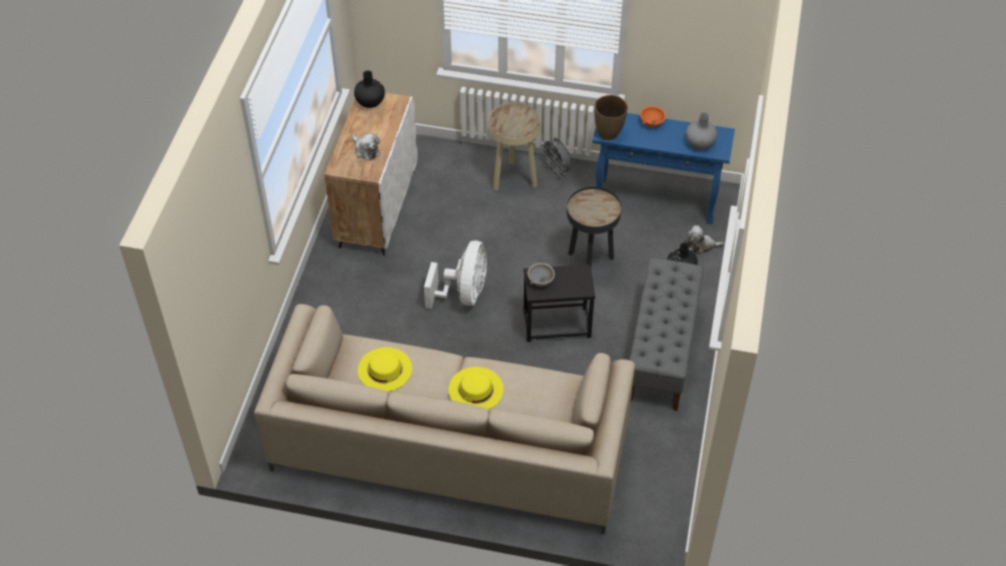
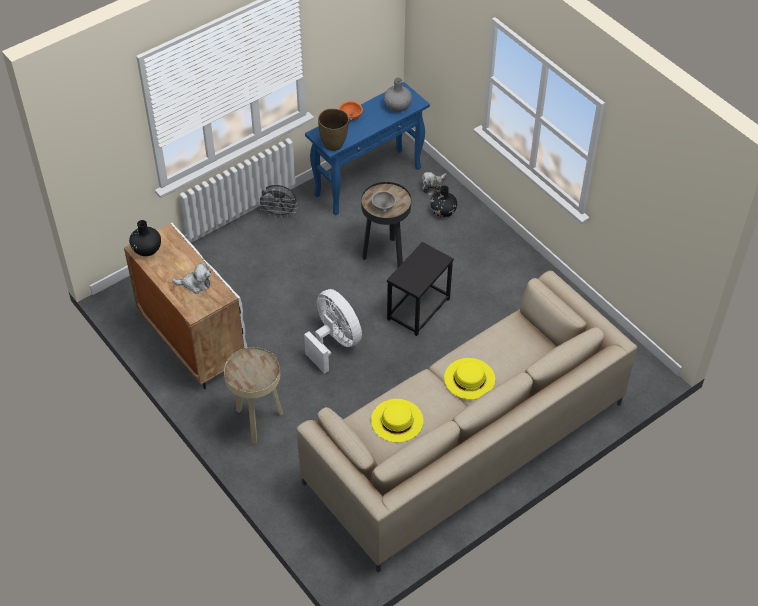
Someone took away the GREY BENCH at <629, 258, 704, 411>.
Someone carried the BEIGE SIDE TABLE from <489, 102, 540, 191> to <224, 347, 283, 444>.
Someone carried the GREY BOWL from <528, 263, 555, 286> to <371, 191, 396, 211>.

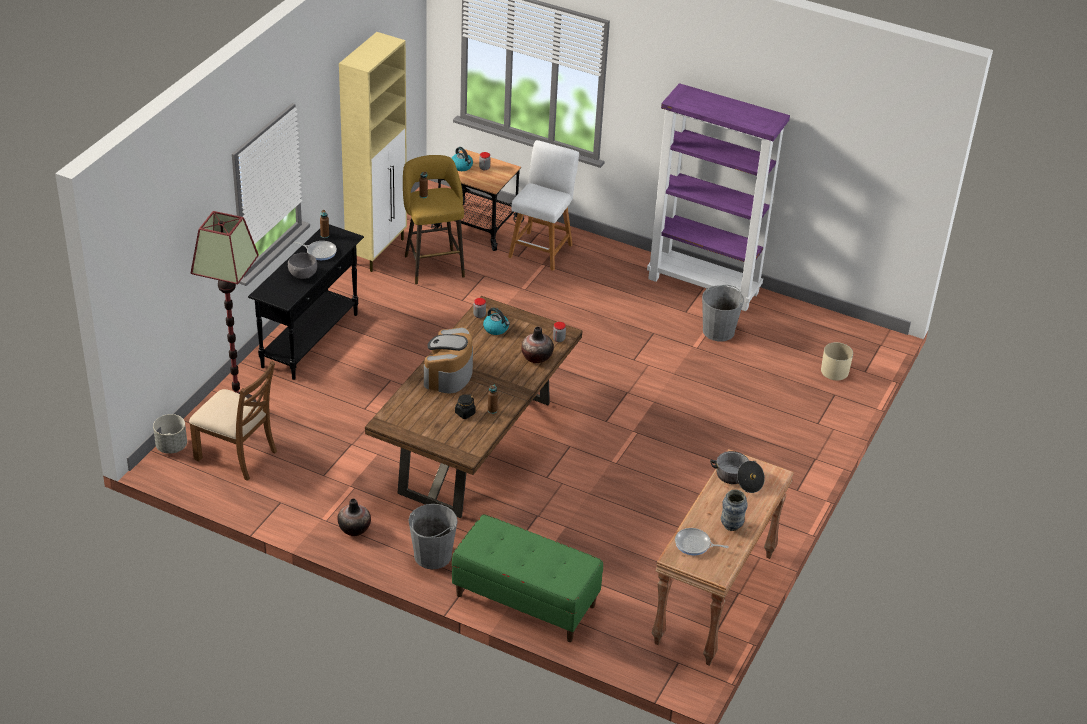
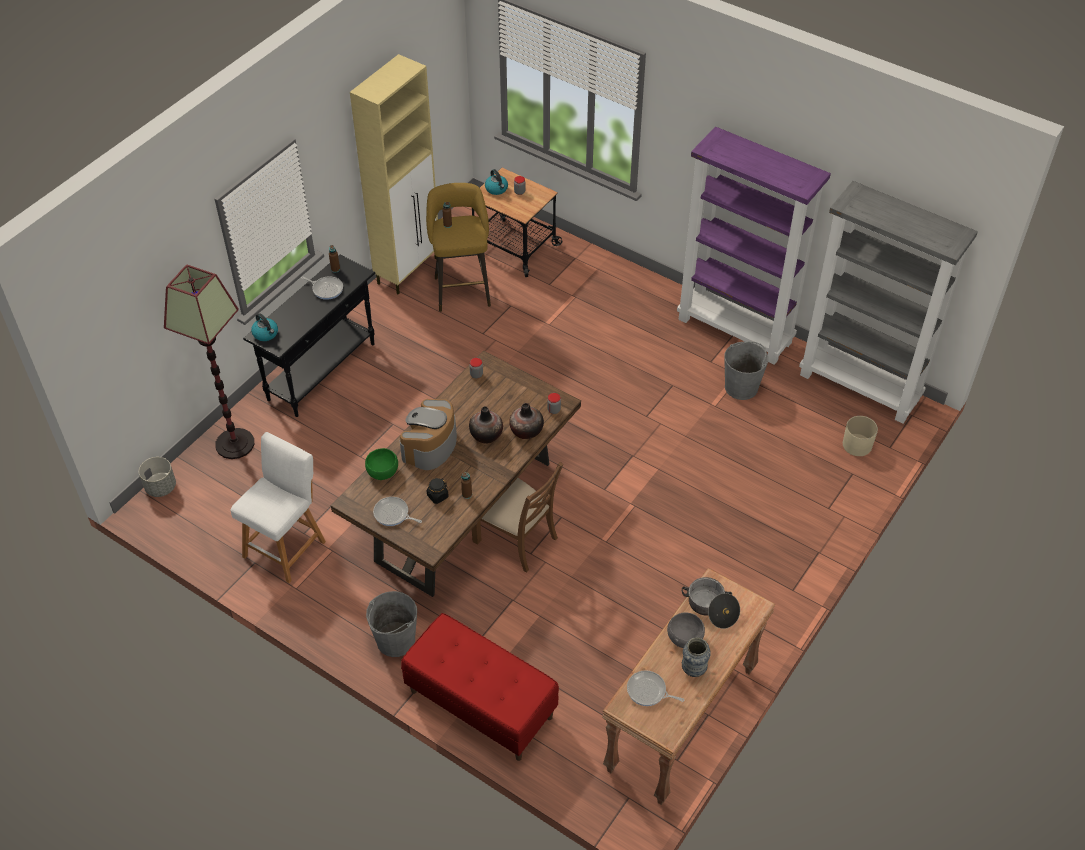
Someone put down the GREEN BOWL at <365, 448, 398, 480>.
Someone put down the FRYING PAN at <373, 497, 422, 526>.
Someone put down the GREY BOOKCASE at <799, 181, 978, 424>.
Someone carried the BROWN CHAIR from <189, 361, 277, 481> to <472, 462, 563, 572>.
Someone carried the GREY BOWL from <288, 253, 317, 279> to <667, 612, 705, 648>.
Someone carried the VASE from <338, 499, 371, 536> to <469, 406, 503, 444>.
Someone carried the KETTLE from <483, 308, 510, 335> to <251, 313, 278, 341>.
Someone carried the WHITE STOOL from <508, 140, 579, 271> to <231, 432, 326, 583>.
Someone repainted the GREEN BENCH at <452, 514, 603, 642>, which became the RED BENCH at <401, 613, 559, 761>.

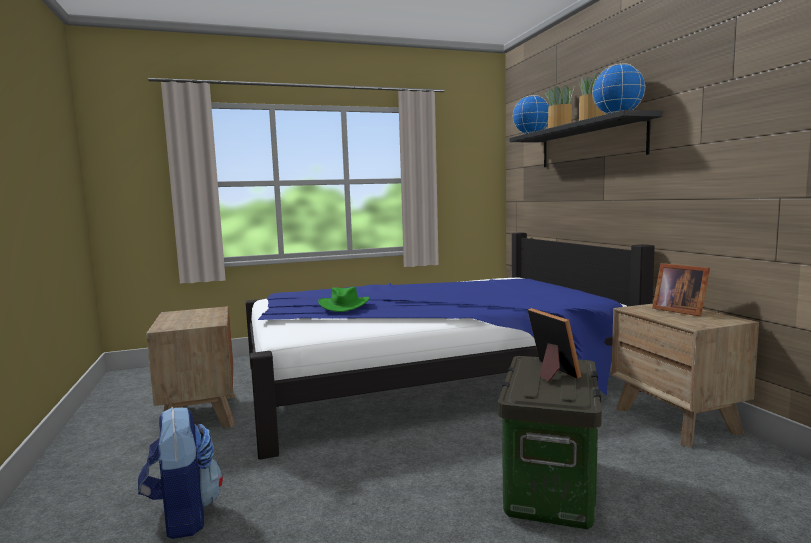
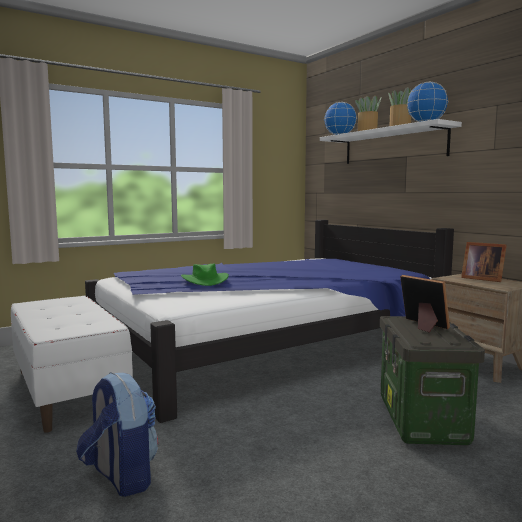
Someone swapped the BROWN NIGHTSTAND at <146, 306, 236, 437> for the WHITE BENCH at <11, 296, 133, 433>.
Someone repainted the BLACK SHELF at <509, 110, 662, 167>, which became the WHITE SHELF at <320, 119, 462, 164>.

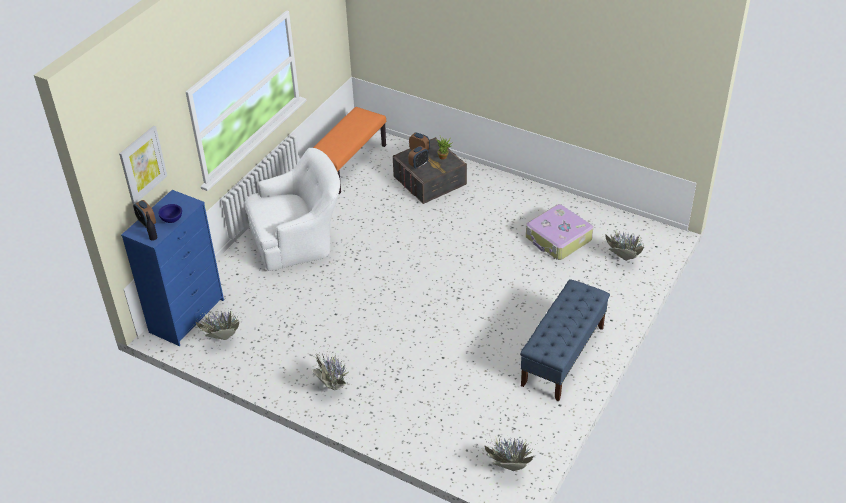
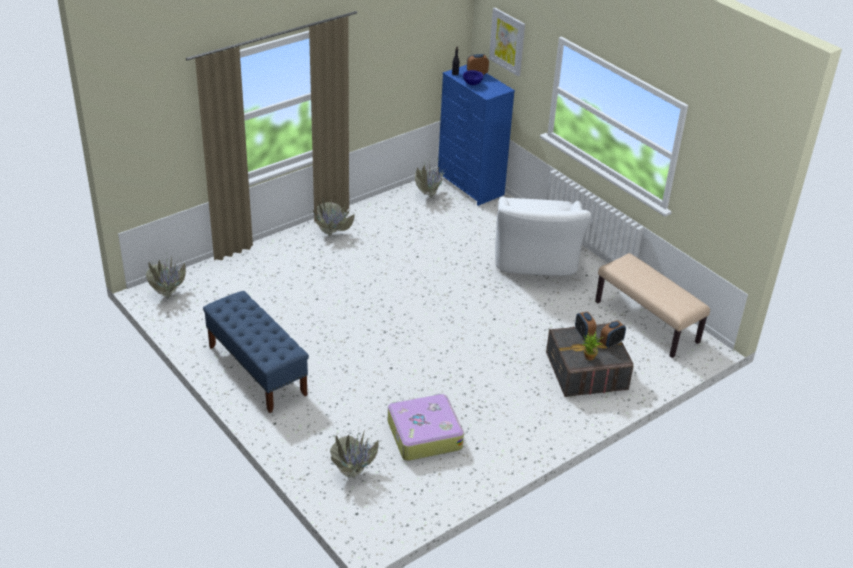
Someone repainted the ORANGE BENCH at <313, 107, 386, 194>, which became the BEIGE BENCH at <595, 253, 710, 358>.

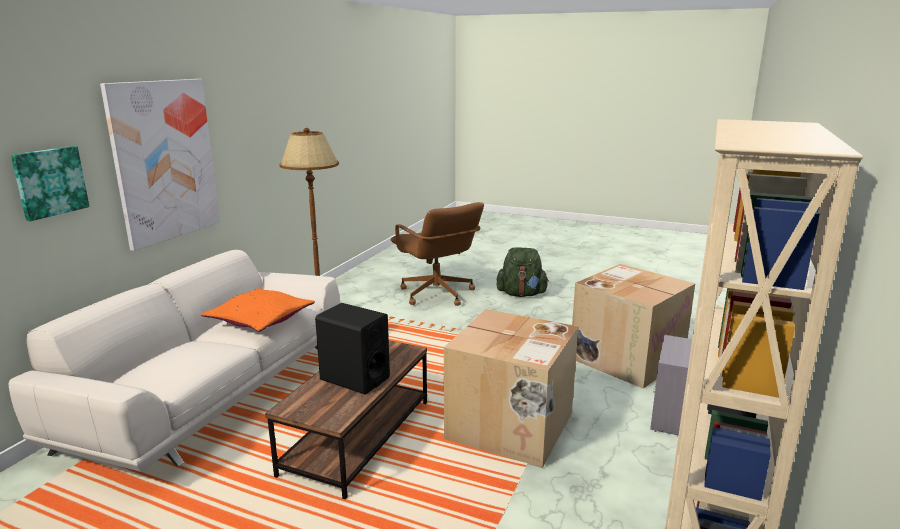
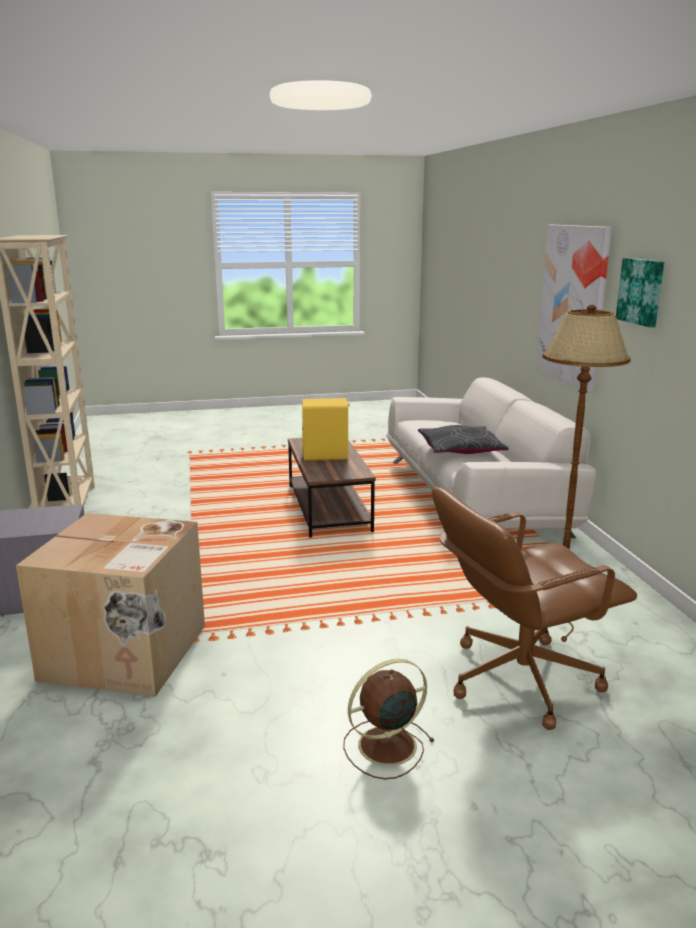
Someone took away the CARDBOARD BOX at <444, 309, 578, 468>.
Someone carried the PICTURE from <11, 146, 90, 221> to <616, 258, 664, 327>.
Someone swapped the GREEN BACKPACK at <496, 247, 549, 297> for the BROWN FAN at <343, 659, 435, 779>.
Someone repainted the ORANGE PILLOW at <201, 288, 315, 332>, which became the GREY PILLOW at <418, 425, 509, 454>.
Someone repainted the BLACK SPEAKER at <315, 303, 390, 395>, which became the YELLOW SPEAKER at <302, 398, 350, 461>.
Someone rotated the BROWN OFFICE CHAIR at <390, 202, 484, 306> by 45 degrees counterclockwise.

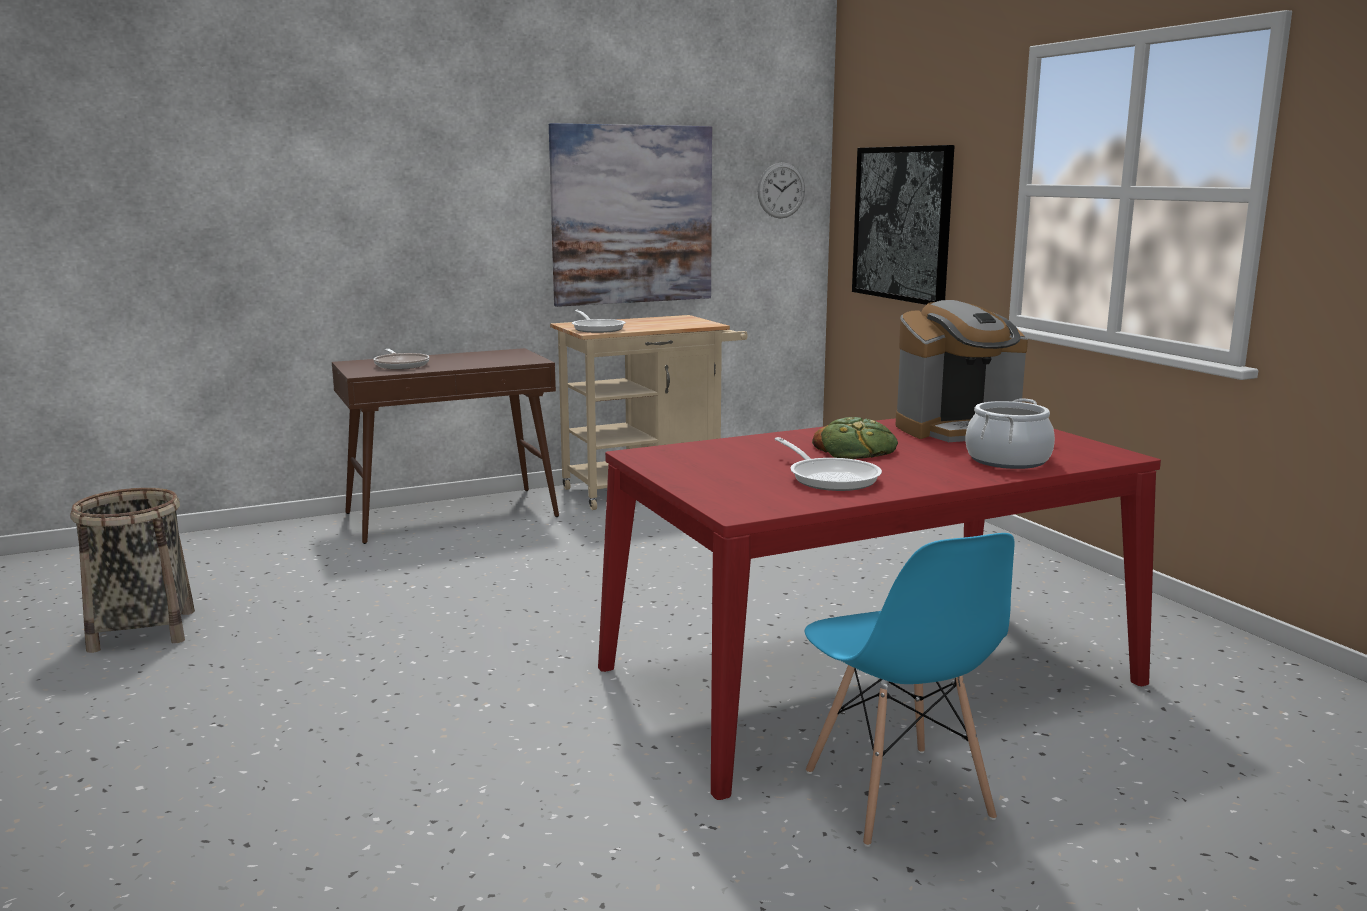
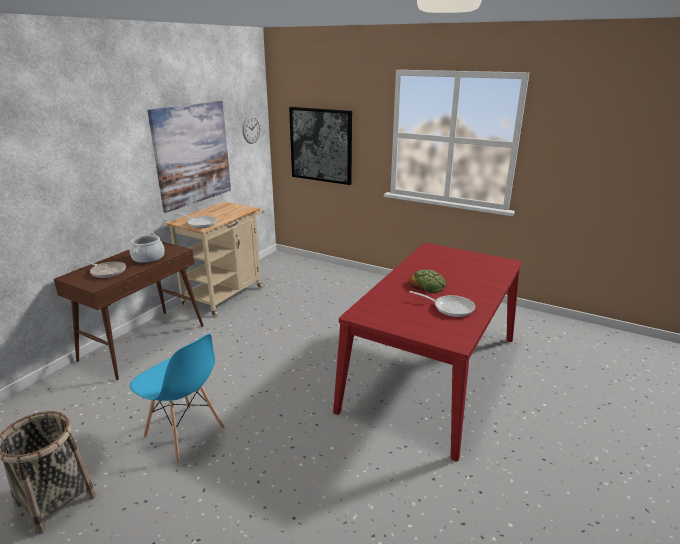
Someone took away the COFFEE MACHINE at <896, 300, 1028, 442>.
Someone carried the BLUE CHAIR from <805, 533, 1015, 847> to <130, 334, 225, 463>.
Someone carried the COOKING POT from <965, 398, 1055, 469> to <130, 233, 165, 263>.

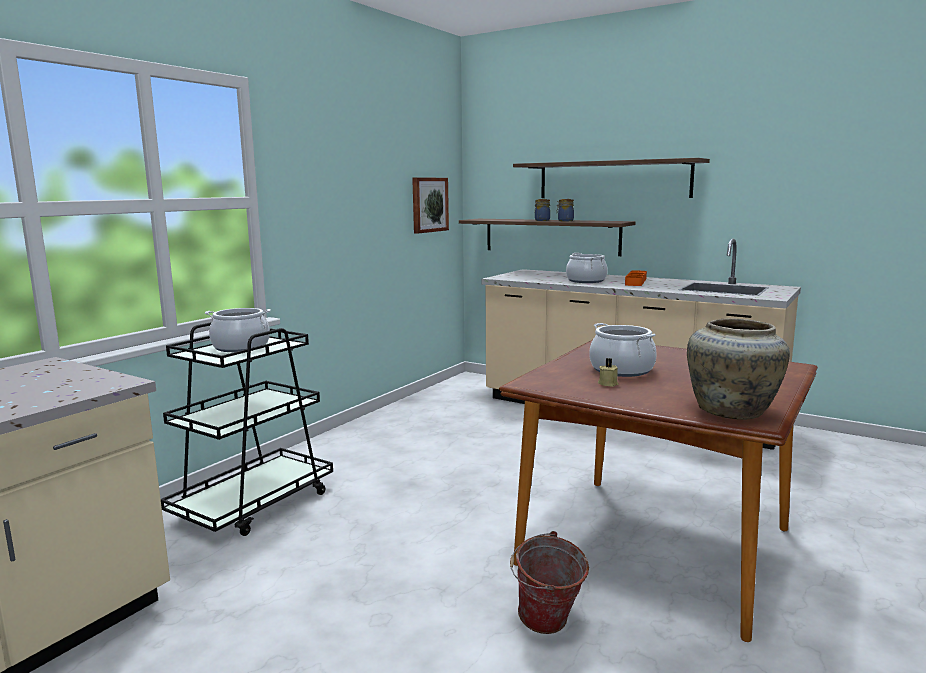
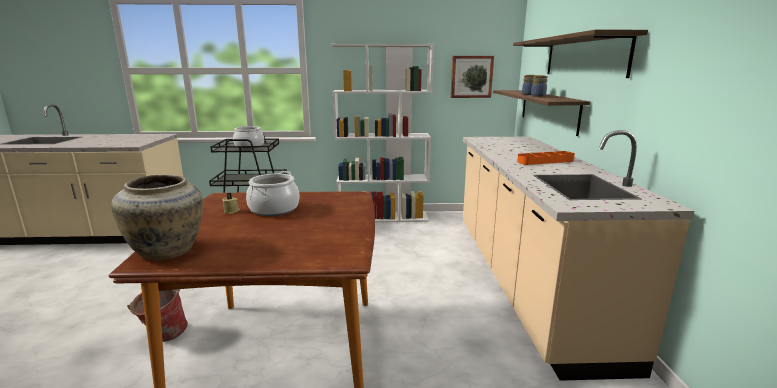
Someone took away the COOKING POT at <566, 253, 608, 283>.
Someone put down the WHITE BOOKCASE at <331, 44, 434, 222>.

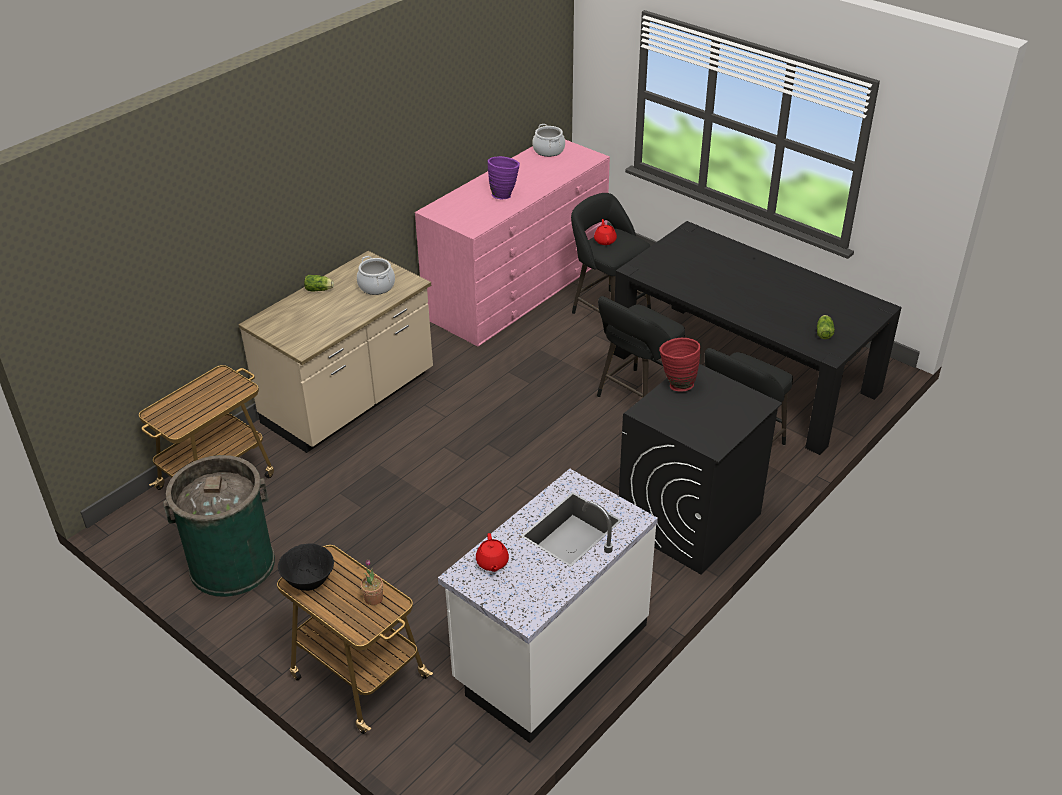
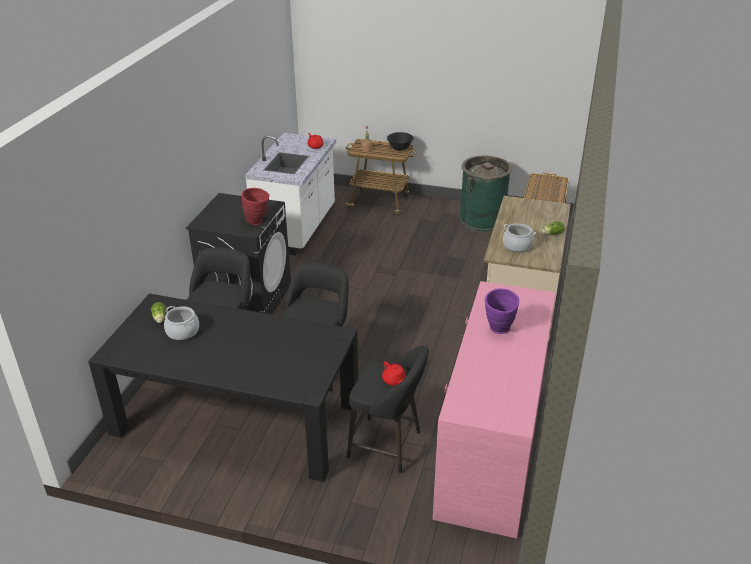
Someone carried the COOKING POT from <532, 124, 565, 157> to <164, 306, 199, 340>.

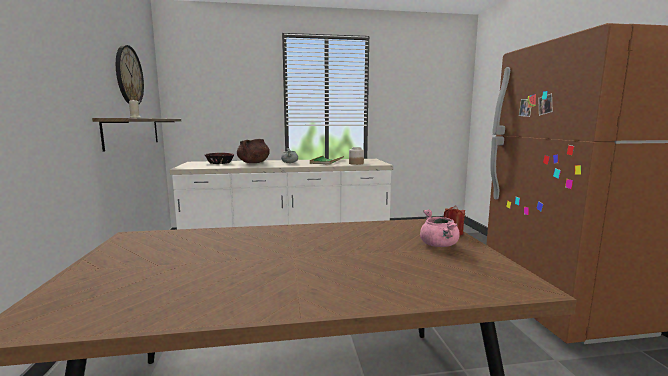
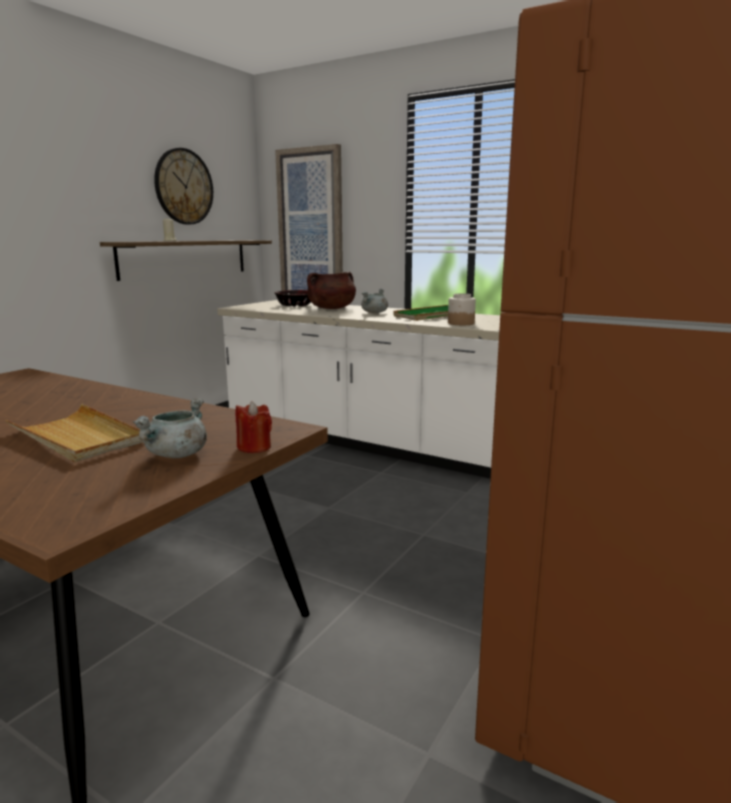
Someone put down the BEIGE TRAY at <5, 404, 144, 462>.
Someone put up the PICTURE at <275, 144, 343, 302>.
Someone repainted the PINK COOKING POT at <420, 209, 460, 247>, which became the GREY COOKING POT at <133, 398, 207, 458>.

